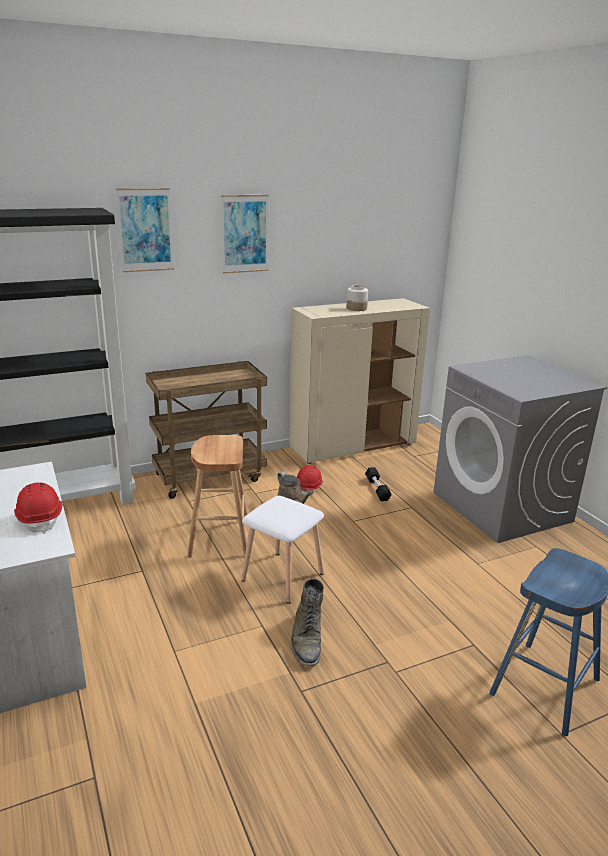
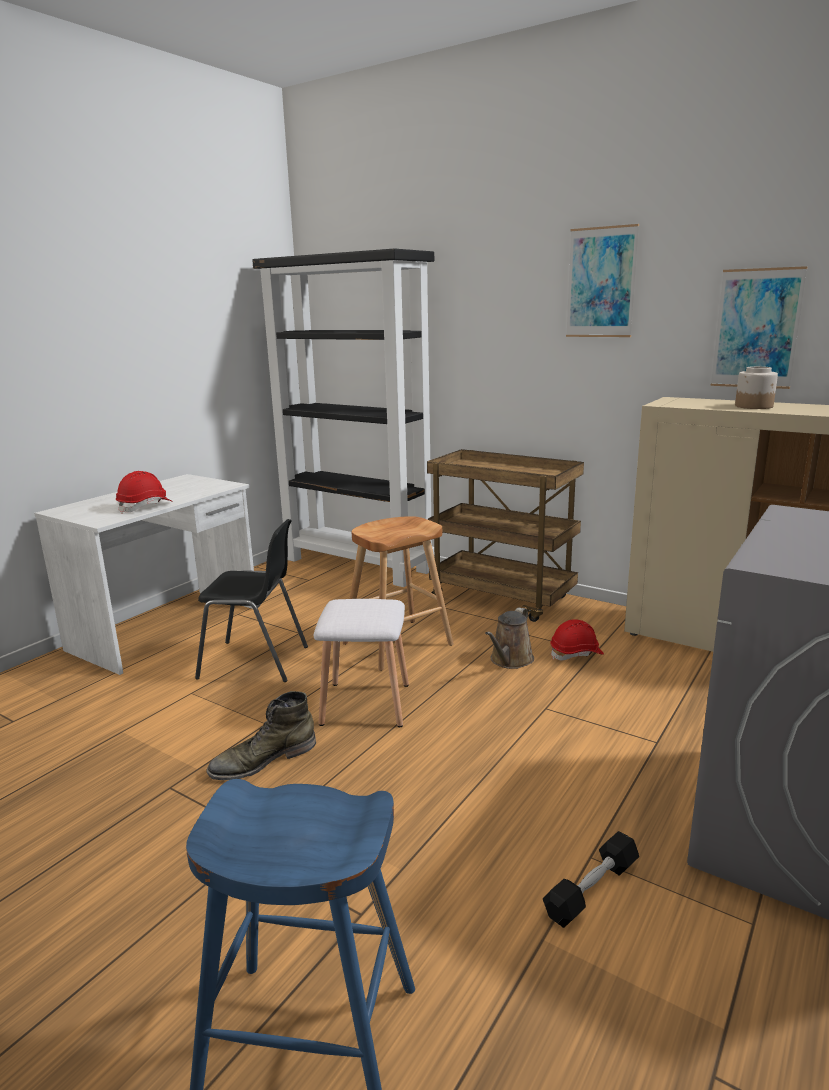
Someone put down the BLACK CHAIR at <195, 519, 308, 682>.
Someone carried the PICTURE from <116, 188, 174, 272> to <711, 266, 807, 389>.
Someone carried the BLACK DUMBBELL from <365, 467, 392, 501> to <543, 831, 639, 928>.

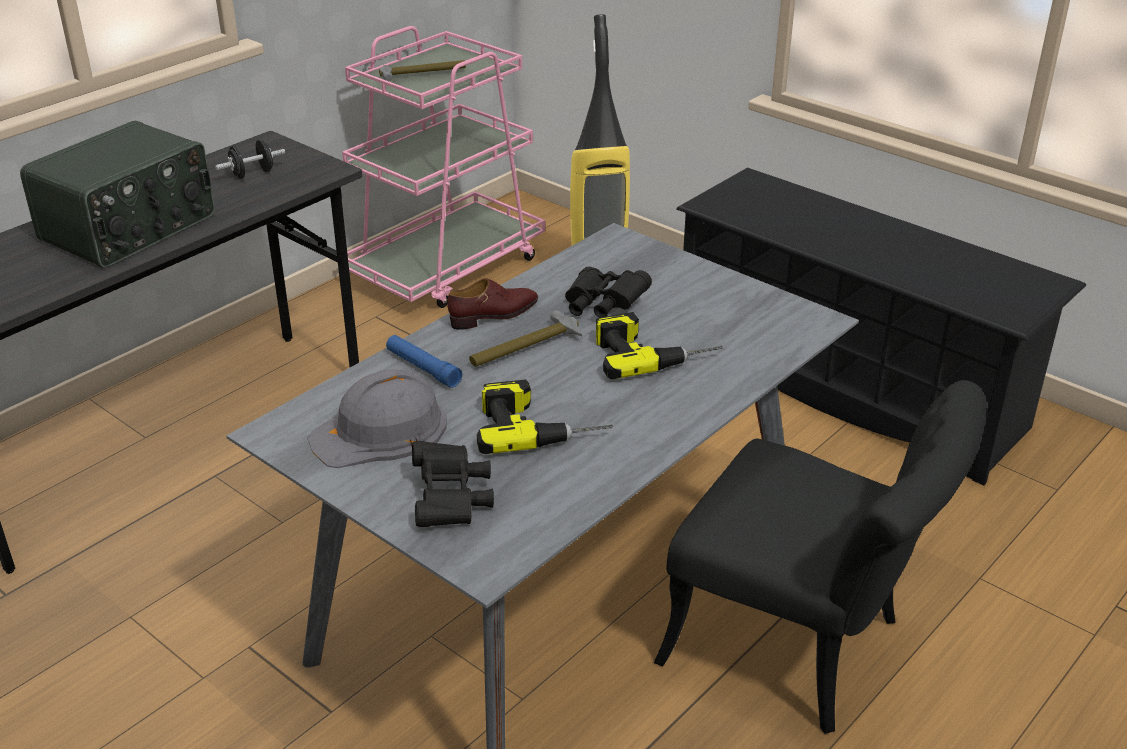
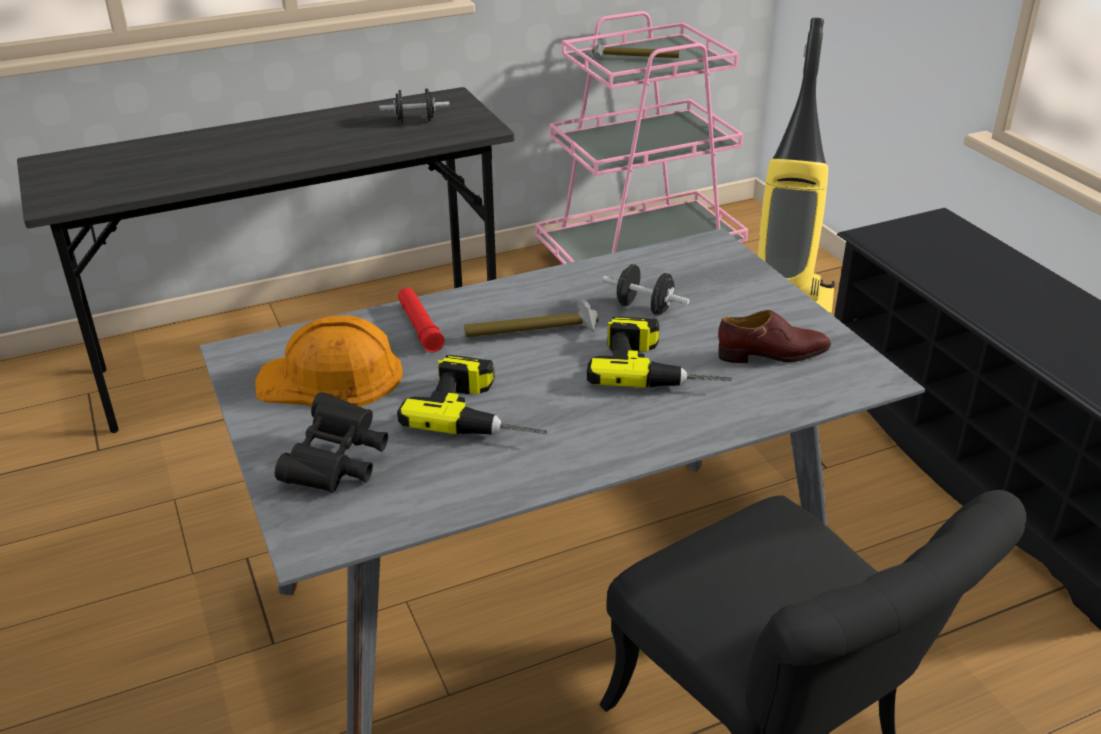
Someone took away the RADIO at <20, 121, 215, 268>.
Someone carried the BROWN SHOE from <447, 278, 538, 330> to <718, 310, 831, 363>.
Someone swapped the BLACK BINOCULARS at <565, 267, 652, 318> for the BLACK DUMBBELL at <602, 264, 690, 316>.
Someone repainted the GREY HARD HAT at <307, 369, 447, 468>, which became the ORANGE HARD HAT at <255, 315, 403, 407>.
Someone repainted the BLUE FLASHLIGHT at <386, 335, 462, 388>, which became the RED FLASHLIGHT at <398, 288, 445, 353>.

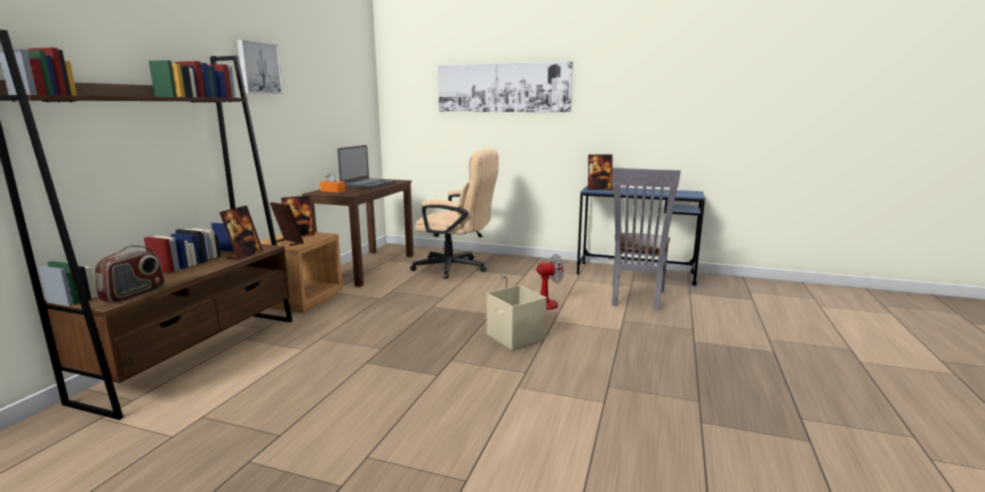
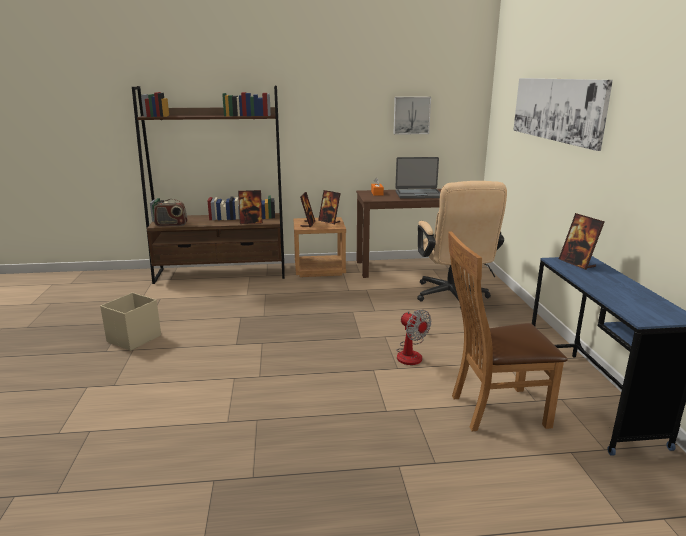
Someone carried the PICTURE from <237, 39, 283, 94> to <393, 97, 431, 135>.
Someone carried the BEIGE STORAGE BOX from <487, 285, 547, 351> to <100, 293, 161, 351>.
Someone repainted the GREY CHAIR at <612, 168, 681, 311>, which became the BROWN CHAIR at <448, 231, 567, 431>.

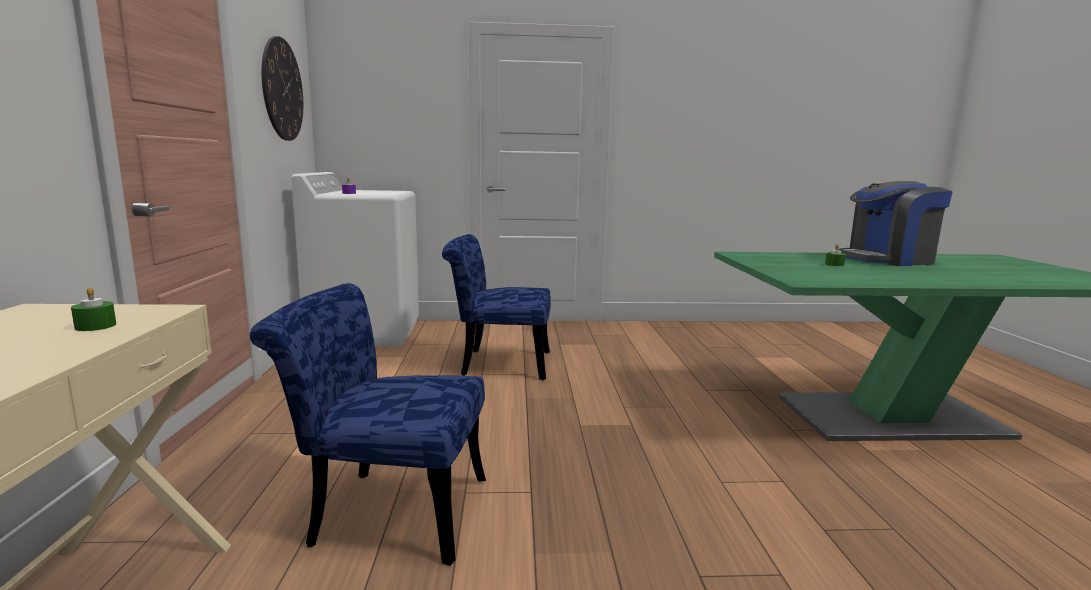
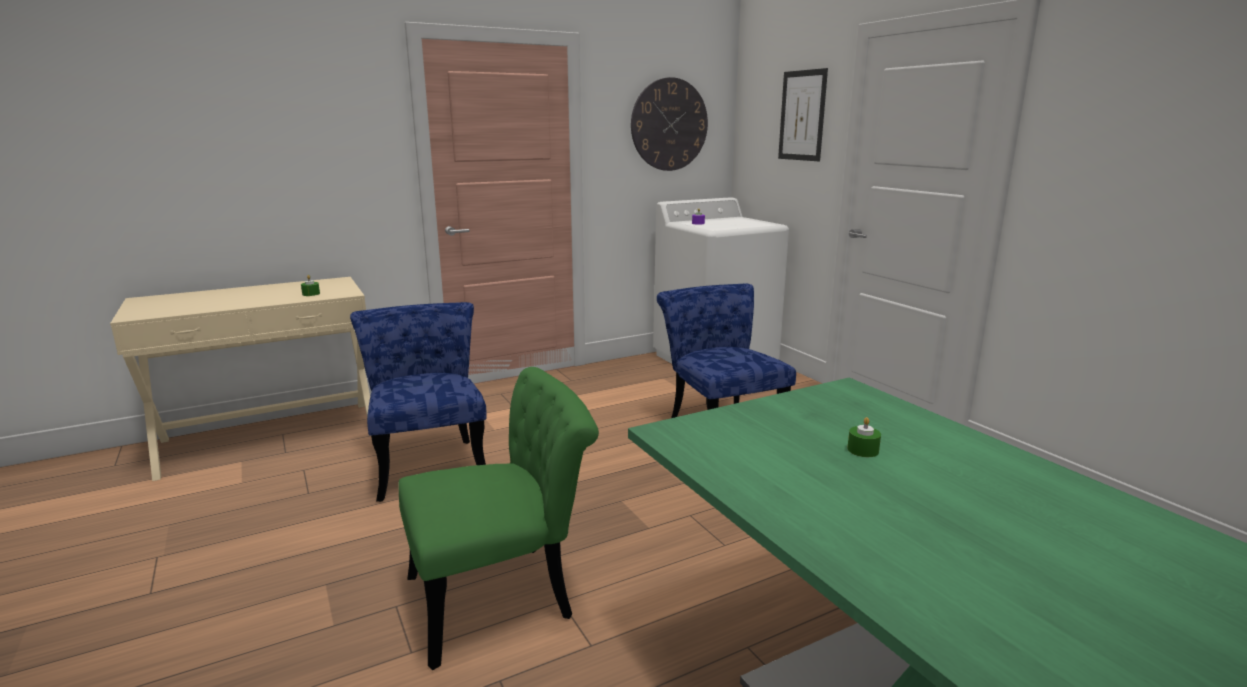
Someone took away the COFFEE MACHINE at <838, 181, 953, 266>.
Someone put down the GREEN CHAIR at <398, 367, 599, 670>.
Someone put up the PICTURE at <778, 68, 828, 161>.

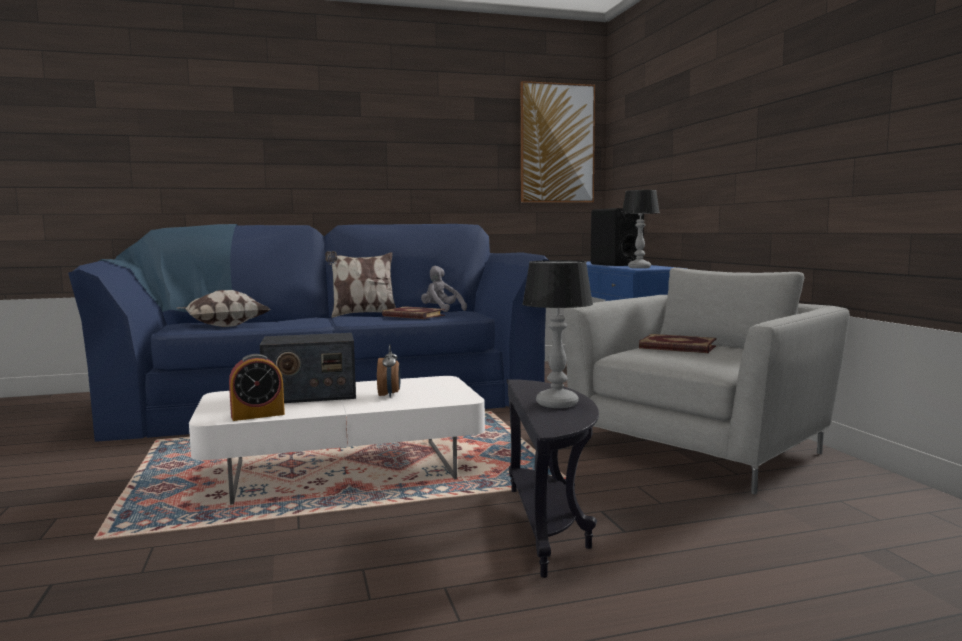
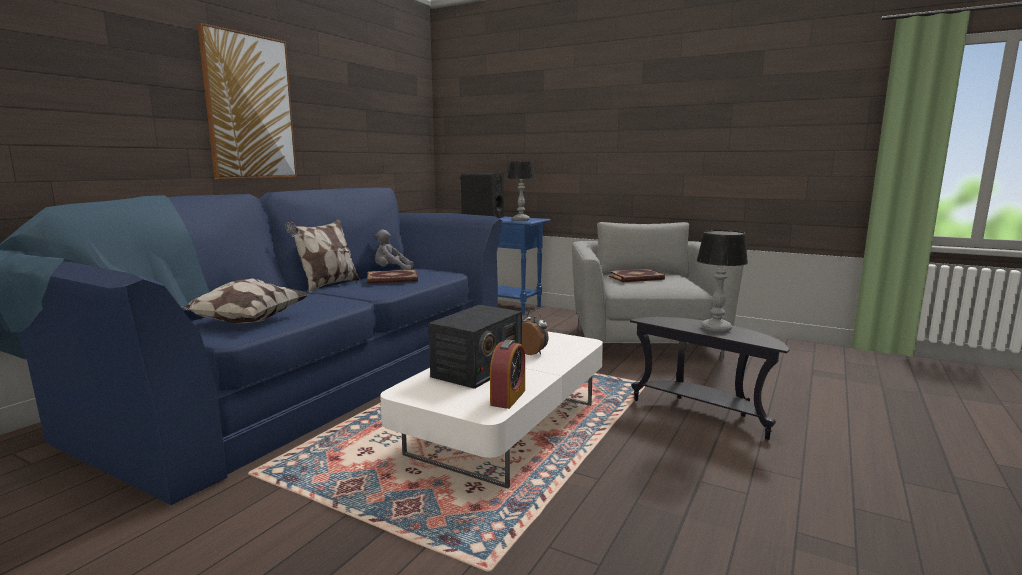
Someone carried the PICTURE from <521, 81, 595, 202> to <197, 23, 297, 179>.

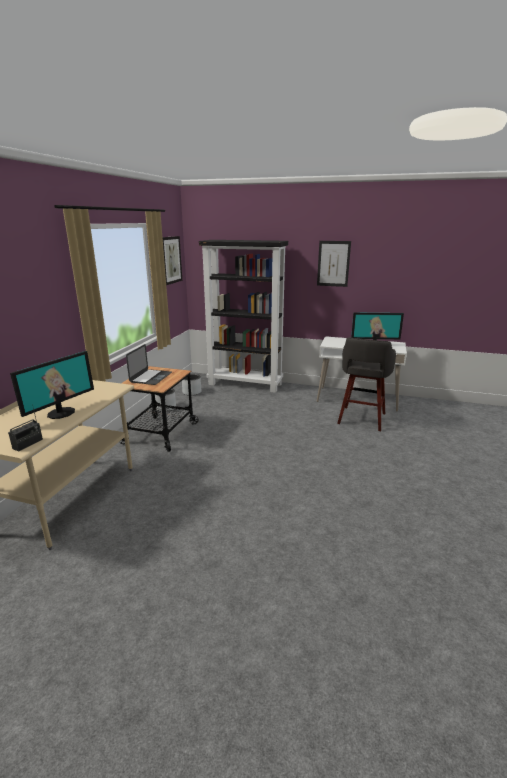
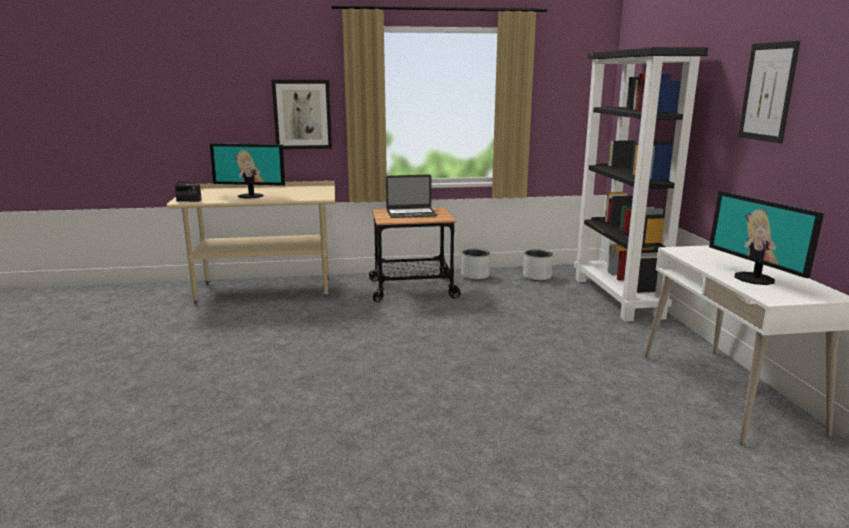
Someone took away the GREY STOOL at <337, 337, 396, 431>.
Someone carried the PICTURE from <163, 236, 182, 285> to <271, 80, 332, 150>.

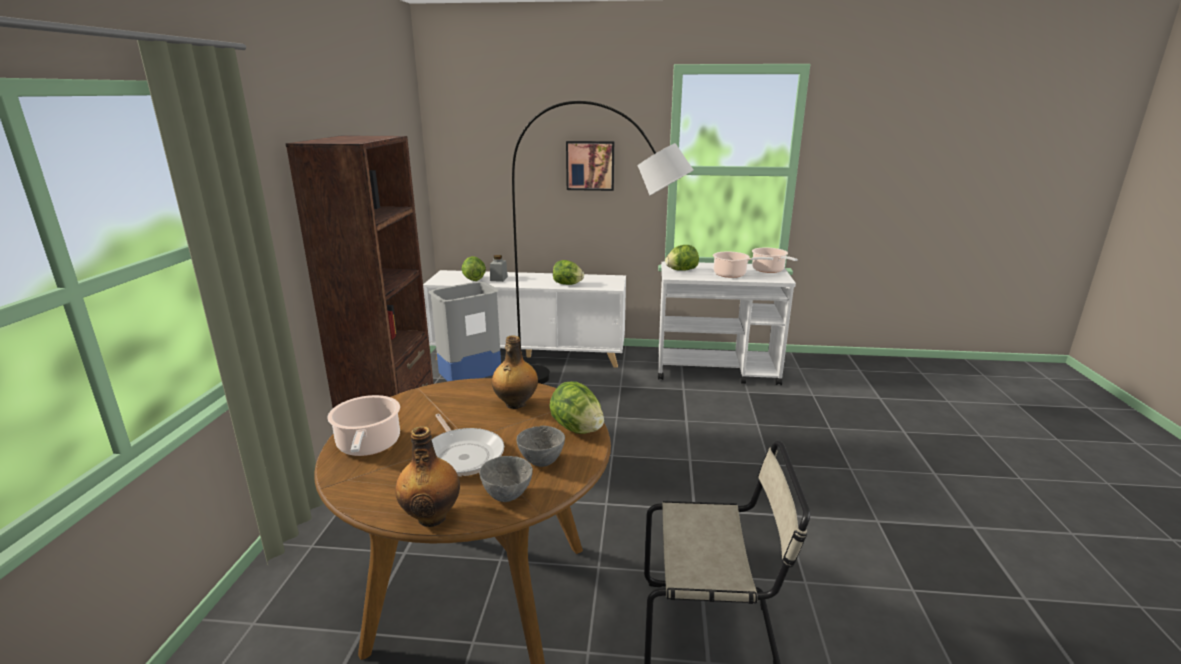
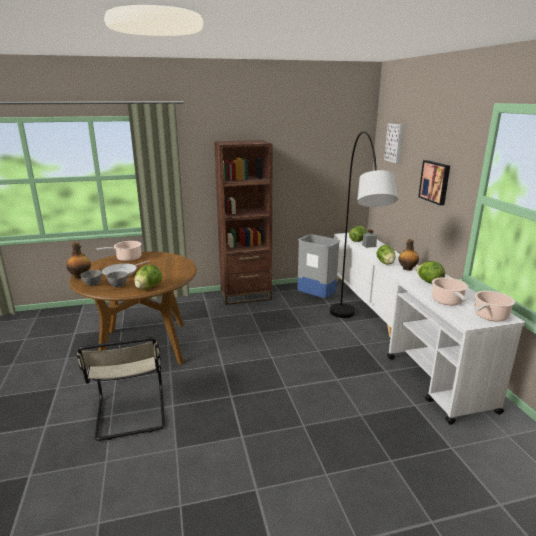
Someone put up the PICTURE at <384, 124, 403, 163>.
Someone carried the BOTTLE from <492, 336, 538, 409> to <398, 239, 419, 271>.

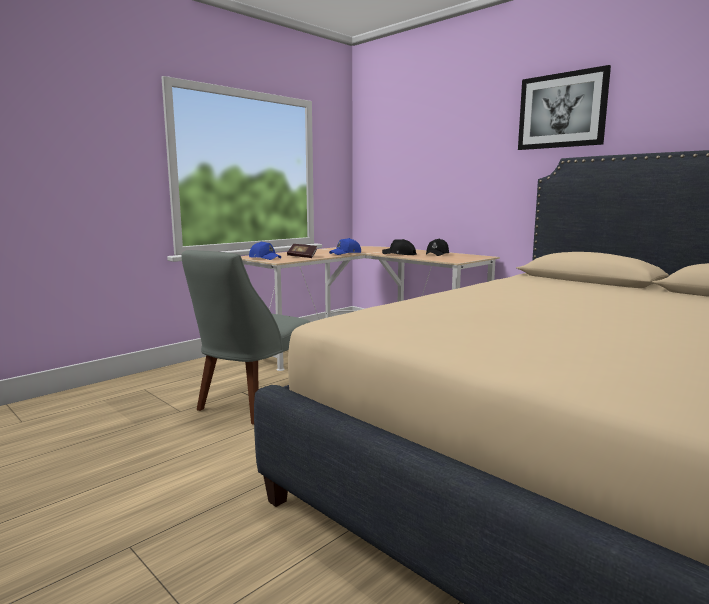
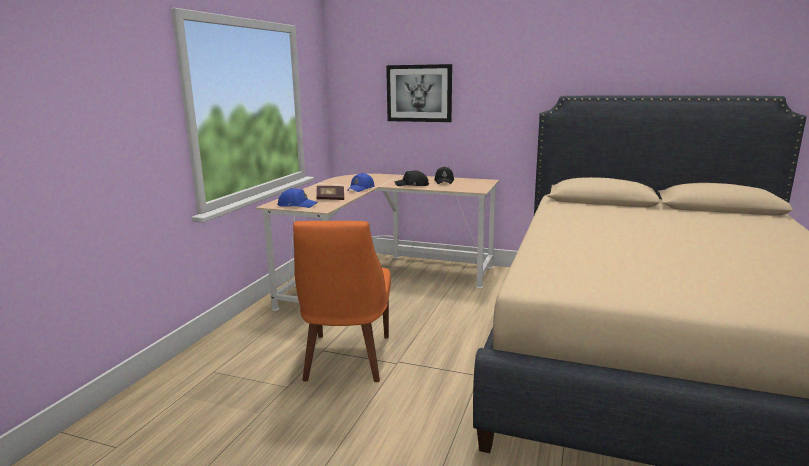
Someone carried the PICTURE from <518, 65, 611, 150> to <386, 64, 452, 122>.
Someone repainted the GREY CHAIR at <182, 250, 310, 425>, which became the ORANGE CHAIR at <293, 221, 391, 382>.

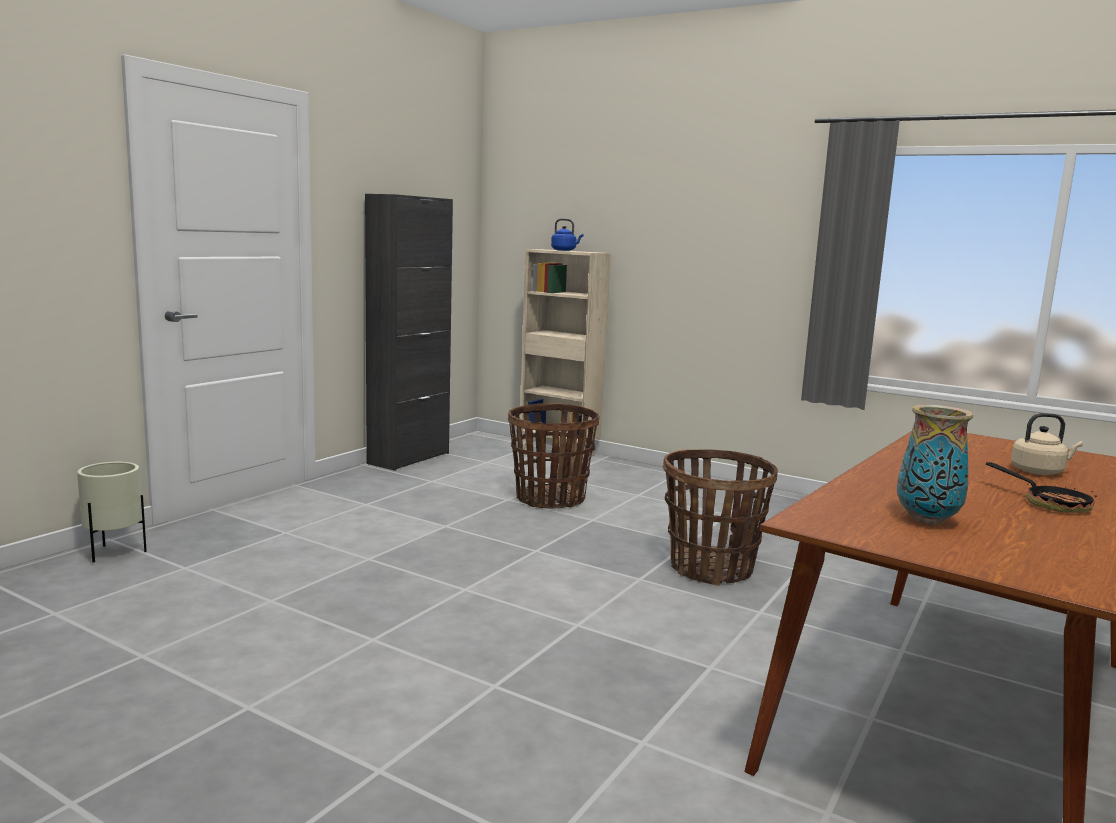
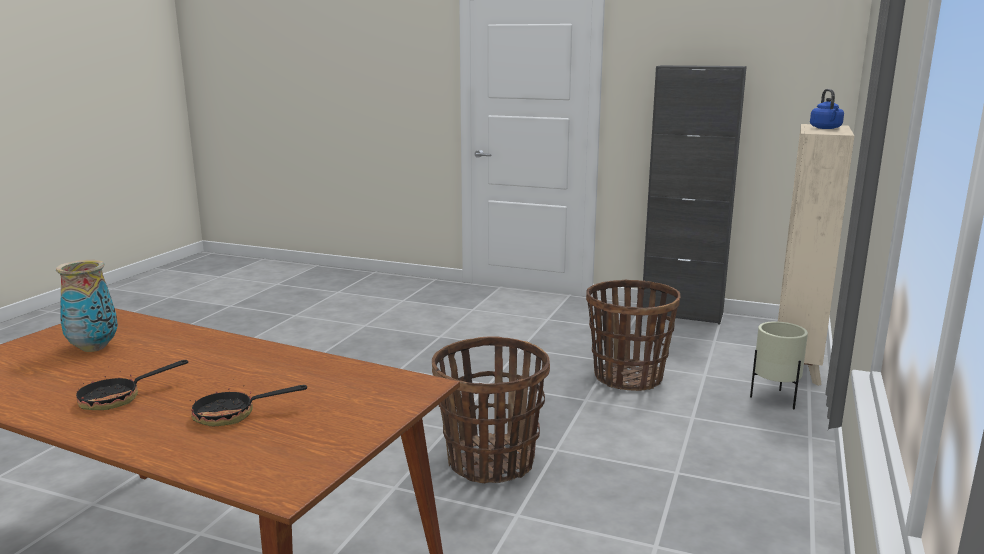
Someone carried the BEIGE PLANTER from <77, 462, 147, 562> to <750, 321, 808, 409>.
Someone swapped the BEIGE KETTLE at <1011, 413, 1083, 475> for the FRYING PAN at <191, 385, 307, 426>.

